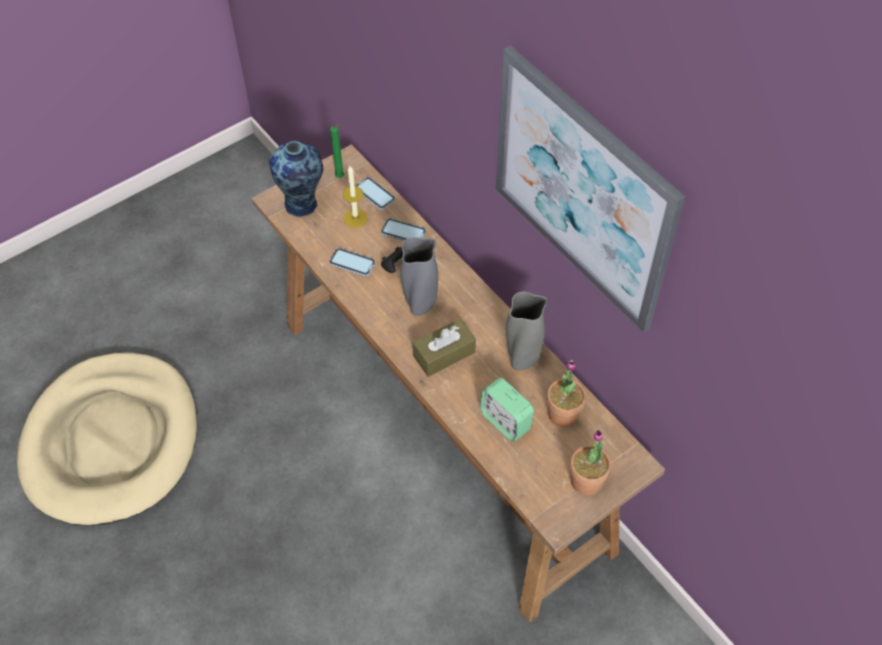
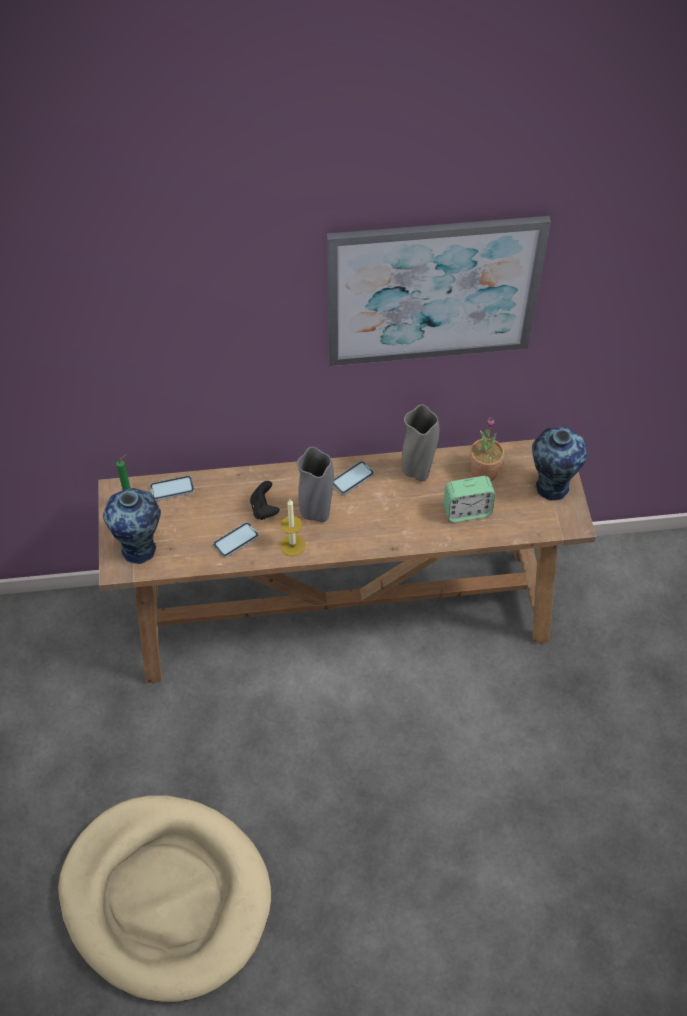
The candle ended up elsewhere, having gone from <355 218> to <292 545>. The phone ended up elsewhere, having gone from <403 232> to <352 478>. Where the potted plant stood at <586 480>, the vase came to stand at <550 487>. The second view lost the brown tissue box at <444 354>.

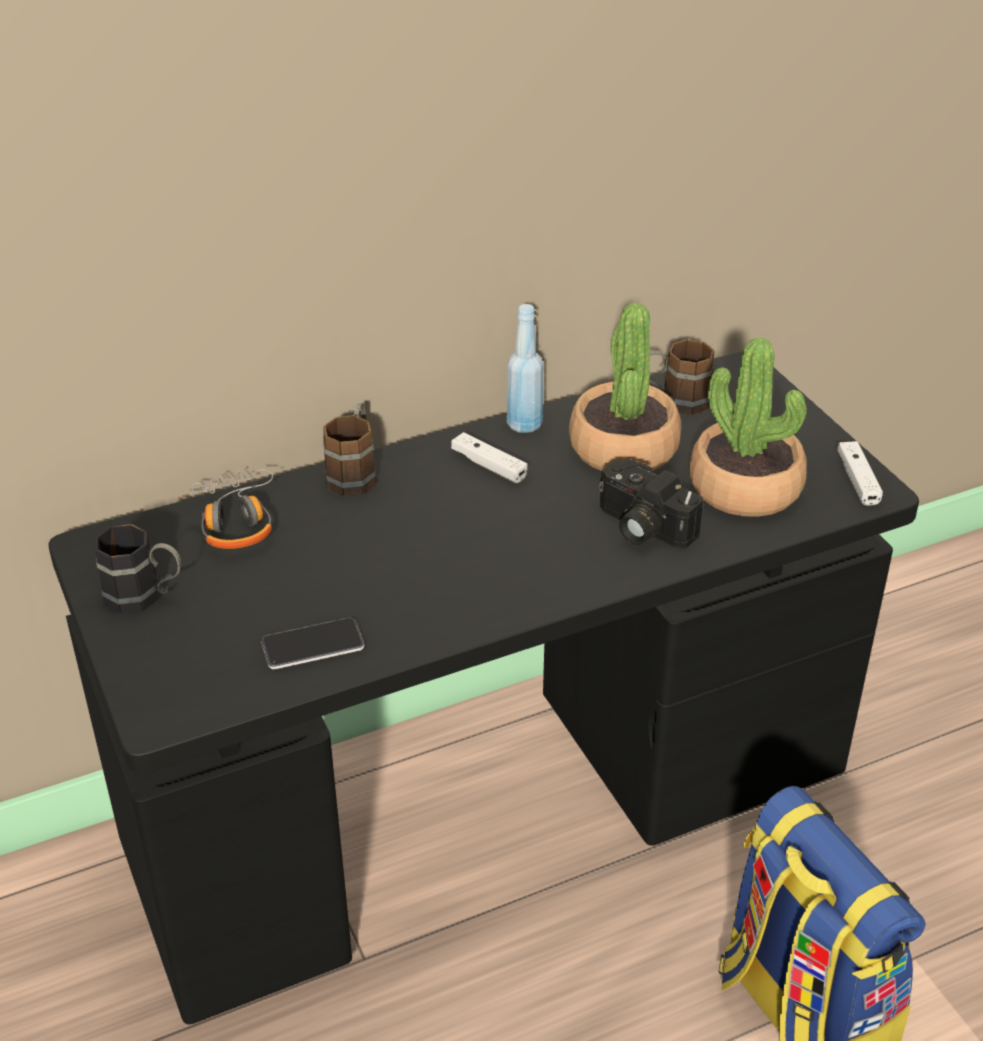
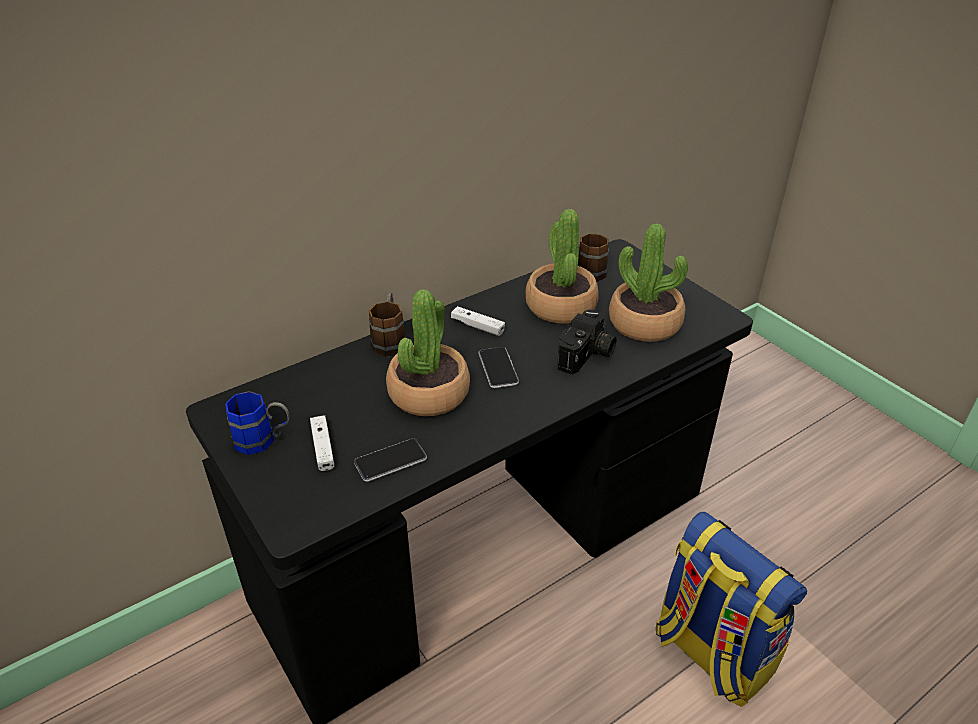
What was the black mug at <145 596> turned into the blue mug at <264 440>. The white game controller ended up elsewhere, having gone from <857 480> to <323 448>. The second view gained the potted plant at <428 393>. The second view gained the phone at <498 368>. The photo camera at <640 527> ended up facing another way, 90 degrees counterclockwise from before. The second view lost the headphones at <234 520>. The second view lost the blue bottle at <524 424>.

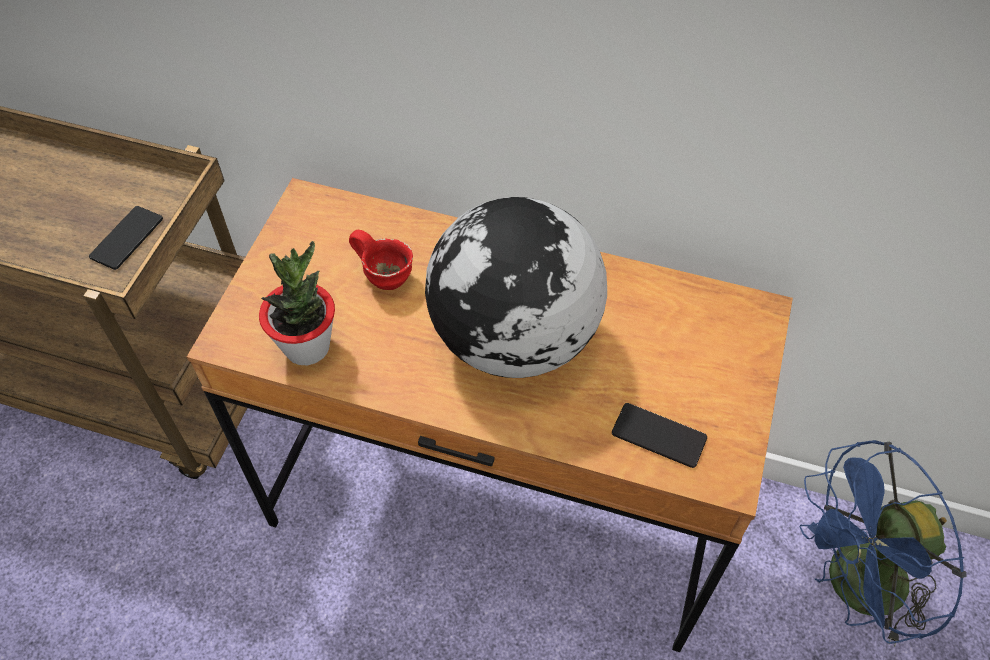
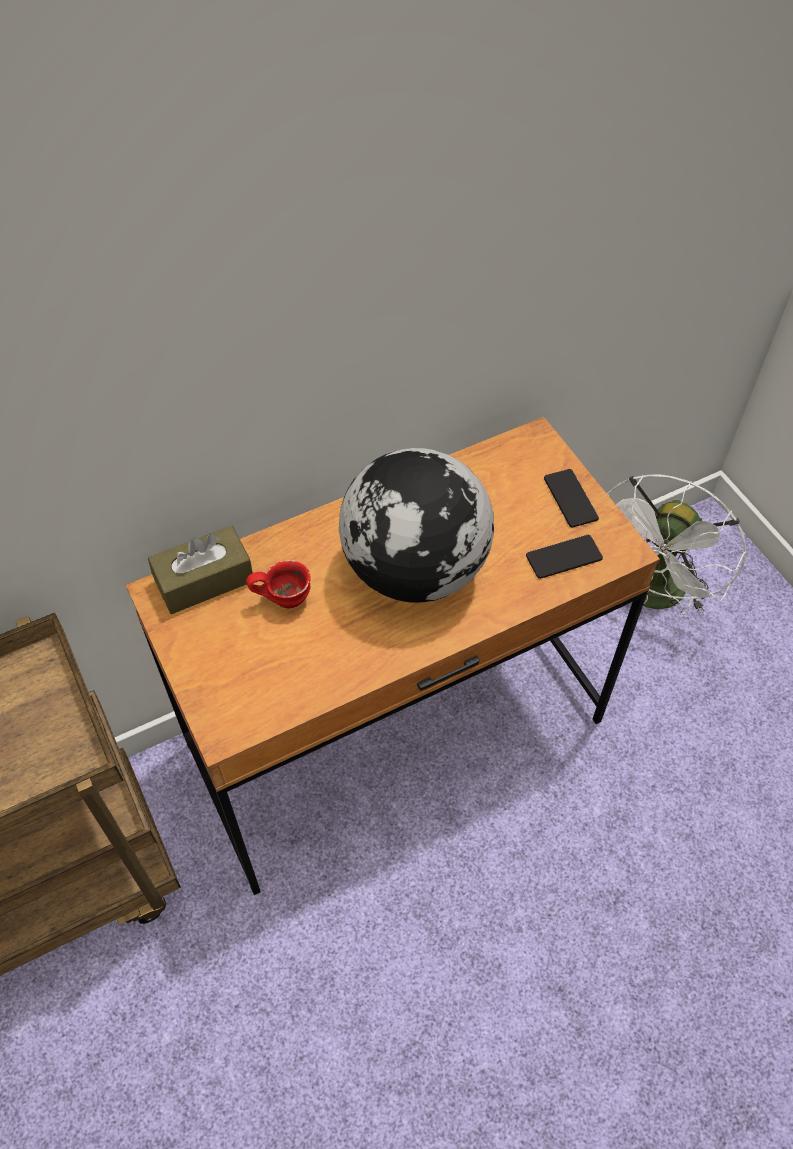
The second view gained the brown tissue box at <204 580>. The phone ended up elsewhere, having gone from <127 238> to <570 498>. What was the blue fan at <852 587> turned into the white fan at <651 596>. The second view lost the potted plant at <307 346>.

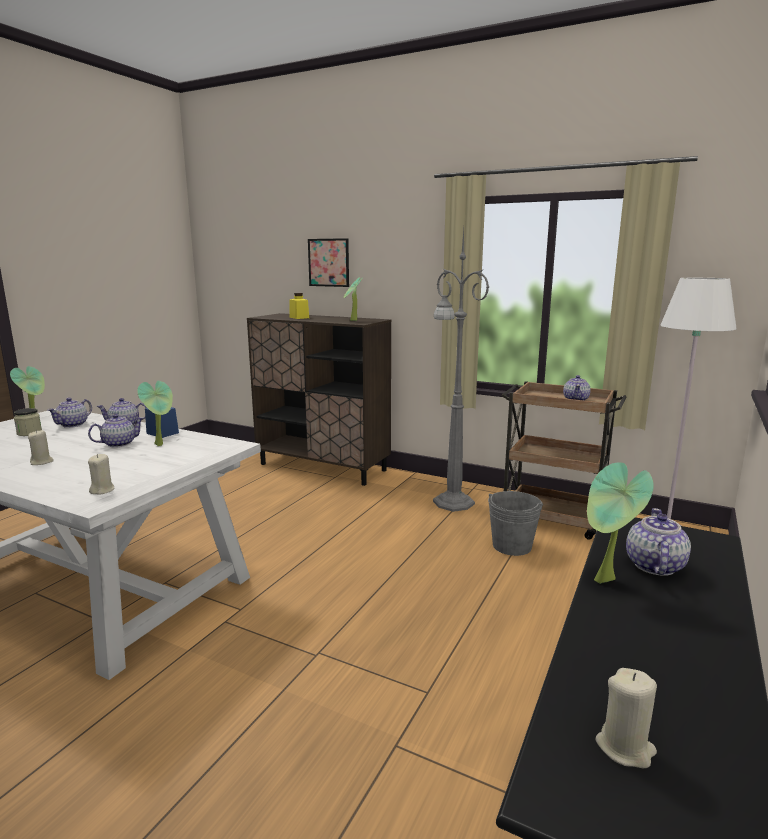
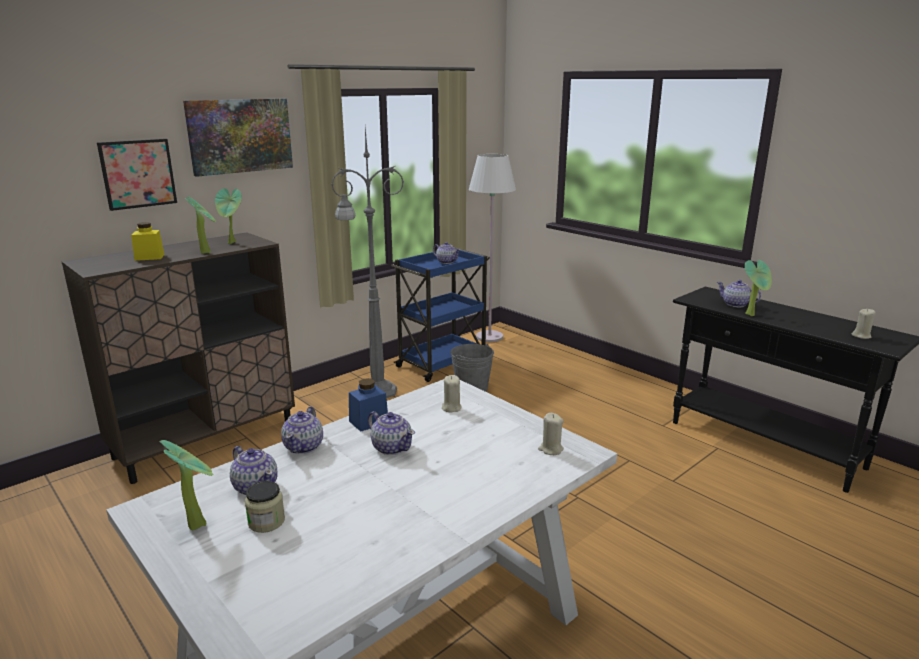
The second view gained the picture at <240 136>. The potted plant ended up elsewhere, having gone from <161 444> to <207 252>. The teapot at <118 444> ended up facing another way, 150 degrees clockwise from before. What was the brown cart at <552 519> turned into the blue cart at <442 363>. The beige candle ended up elsewhere, having gone from <42 462> to <451 408>.

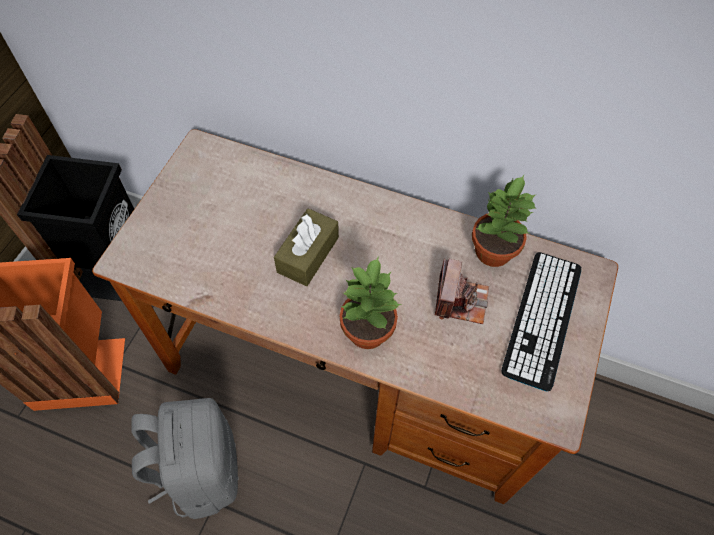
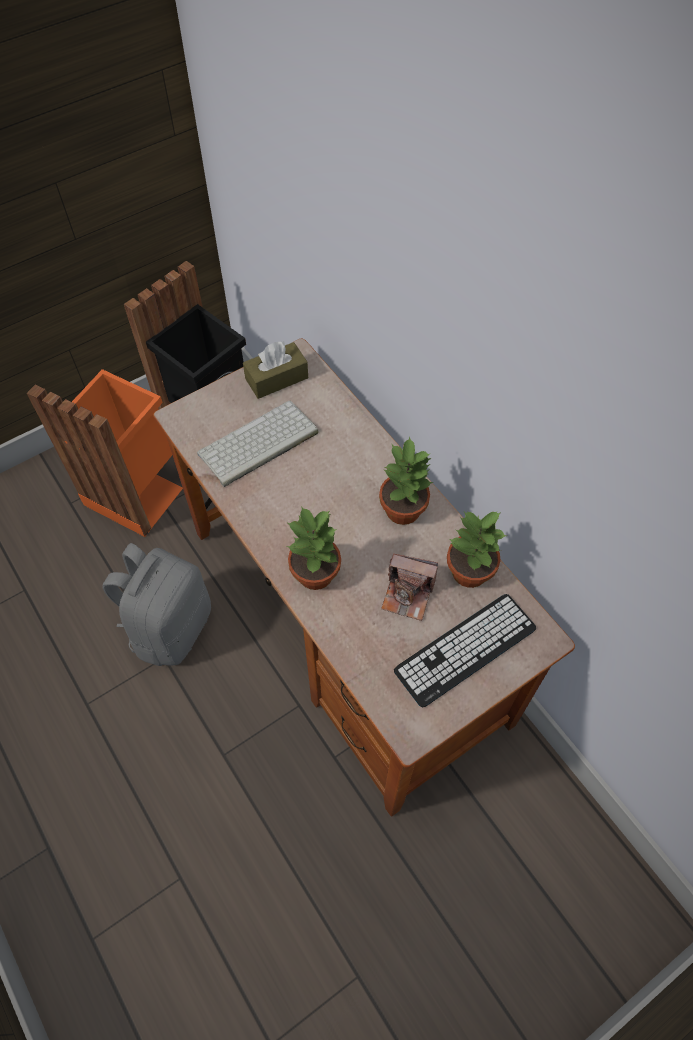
The second view gained the keyboard at <258 445>. The brown tissue box ended up elsewhere, having gone from <308 254> to <276 378>. The second view gained the potted plant at <404 509>. The photo camera at <460 300> ended up facing another way, 60 degrees clockwise from before.

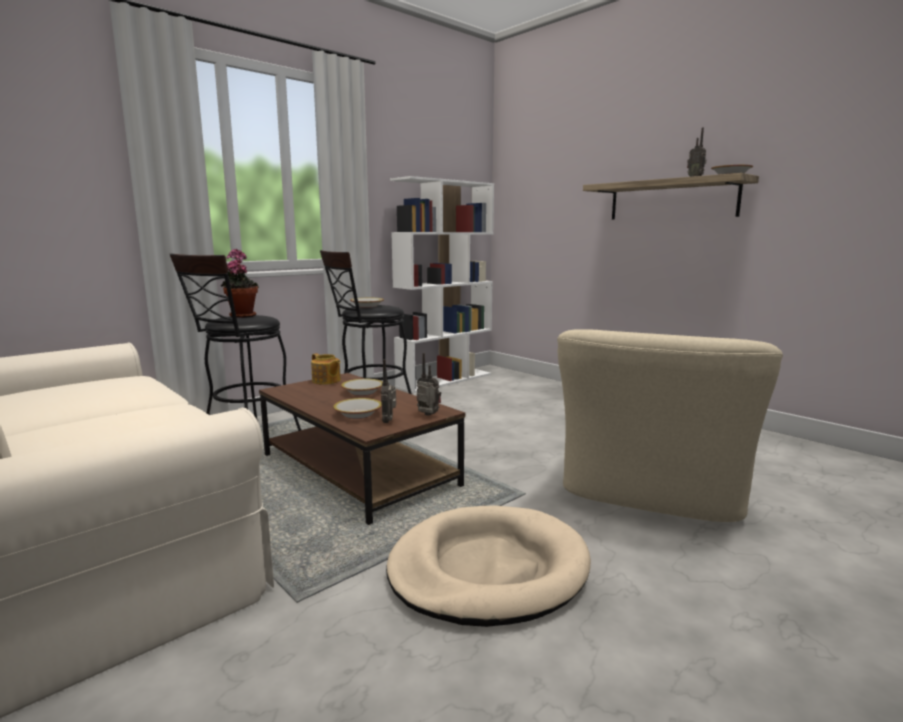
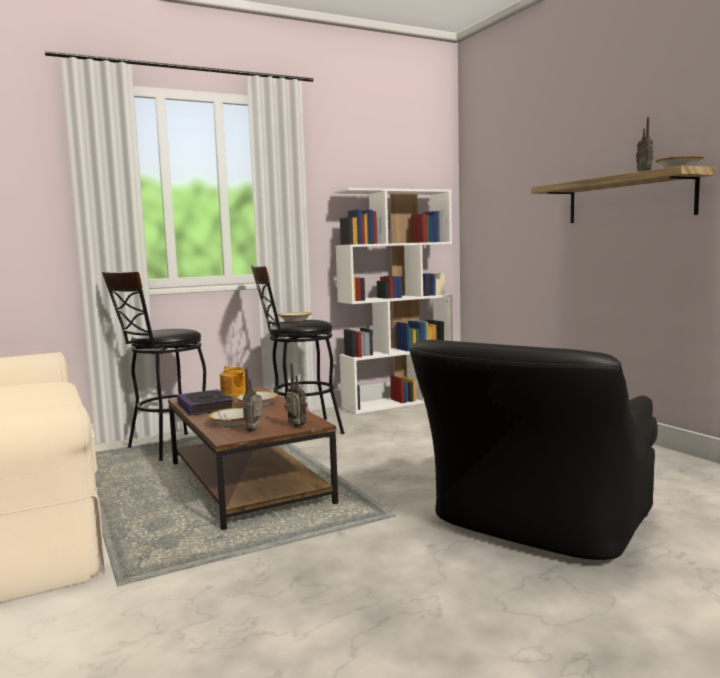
The second view gained the book at <205 407>. What was the beige armchair at <650 492> turned into the black armchair at <535 524>. The second view lost the potted plant at <241 316>. The second view lost the beige dog bed at <487 569>.

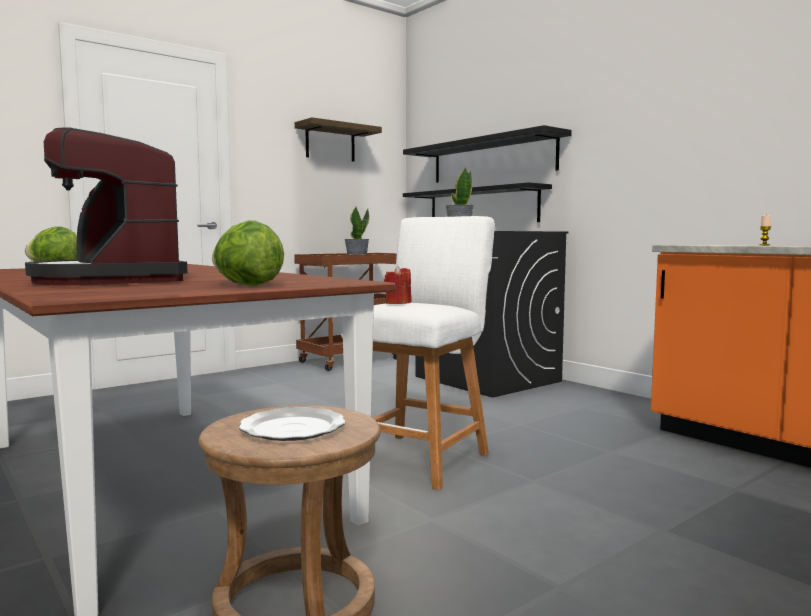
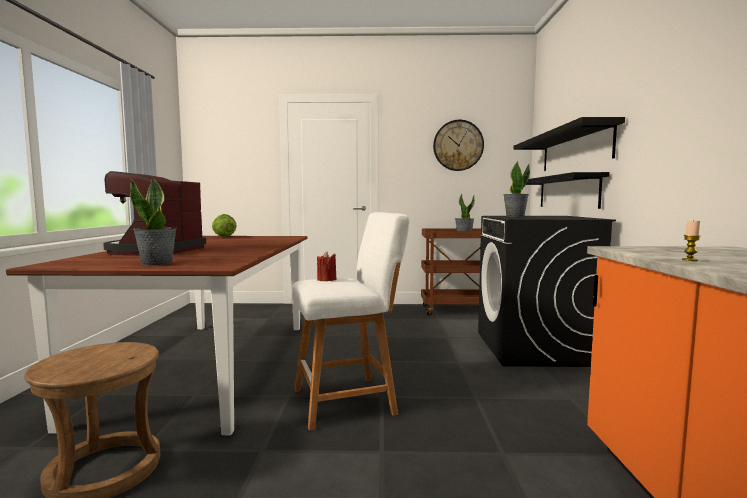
Where the lettuce stood at <247 285>, the potted plant came to stand at <157 263>. Where the shelf hung at <330 143>, the wall clock came to hang at <458 145>. The second view lost the plate at <292 428>.

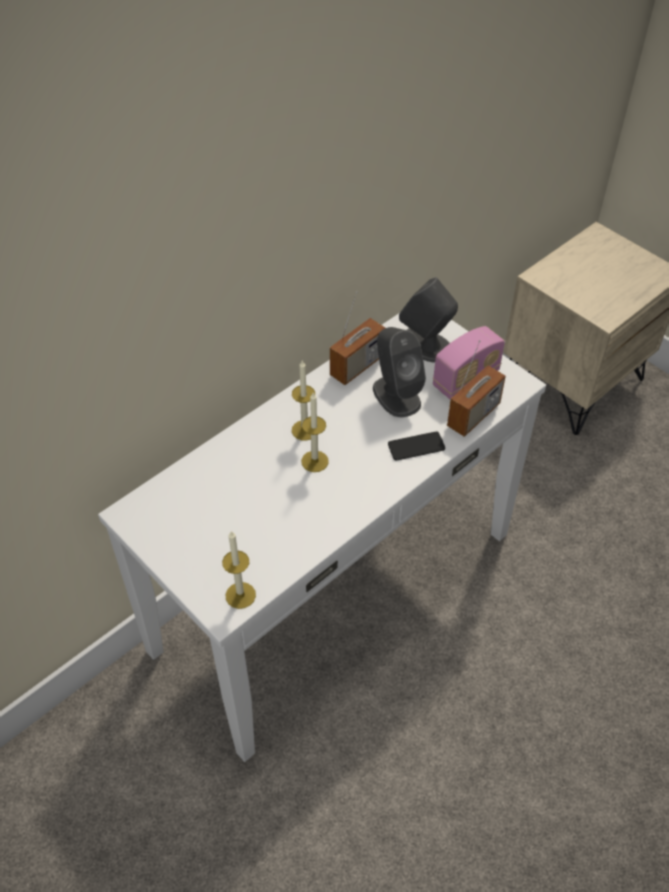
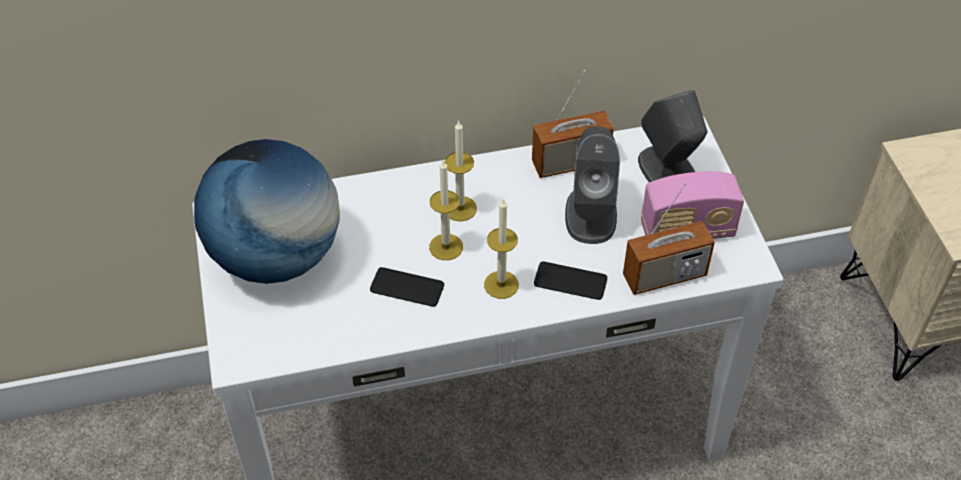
The second view gained the globe at <276 256>. The second view gained the phone at <407 287>. The candle ended up elsewhere, having gone from <240 595> to <501 284>.

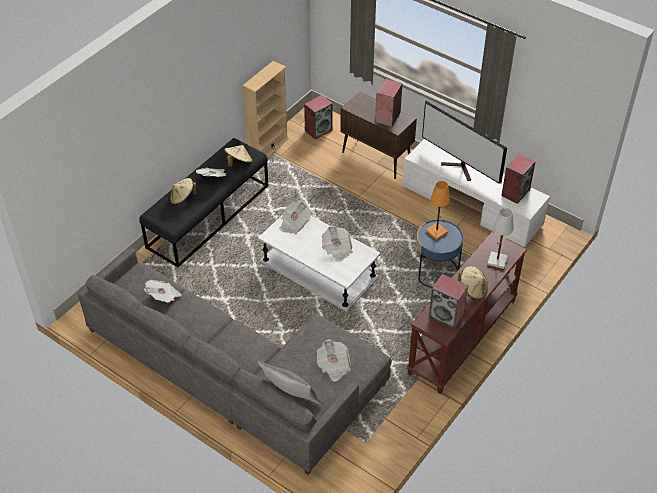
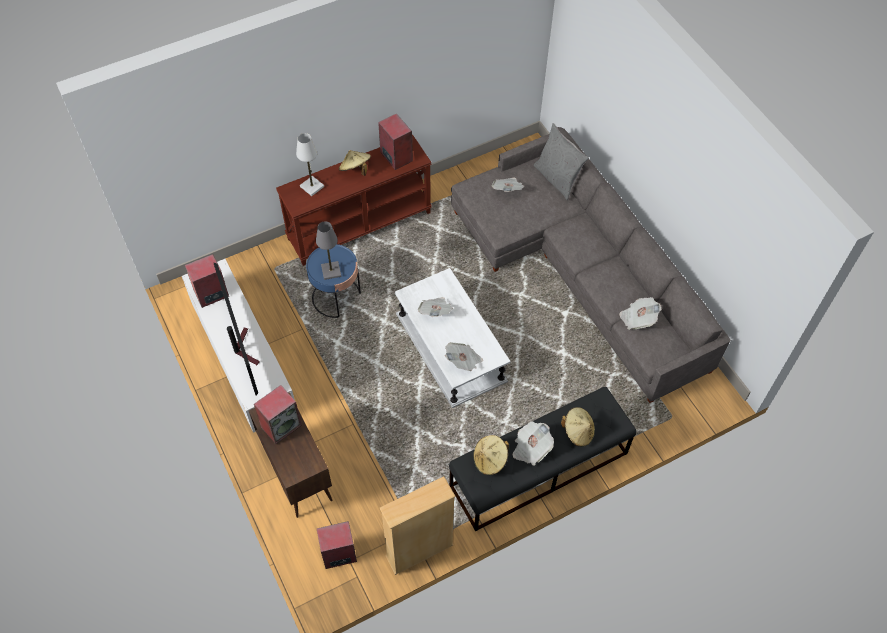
What was the orange table lamp at <436 232> turned into the grey table lamp at <331 271>.

